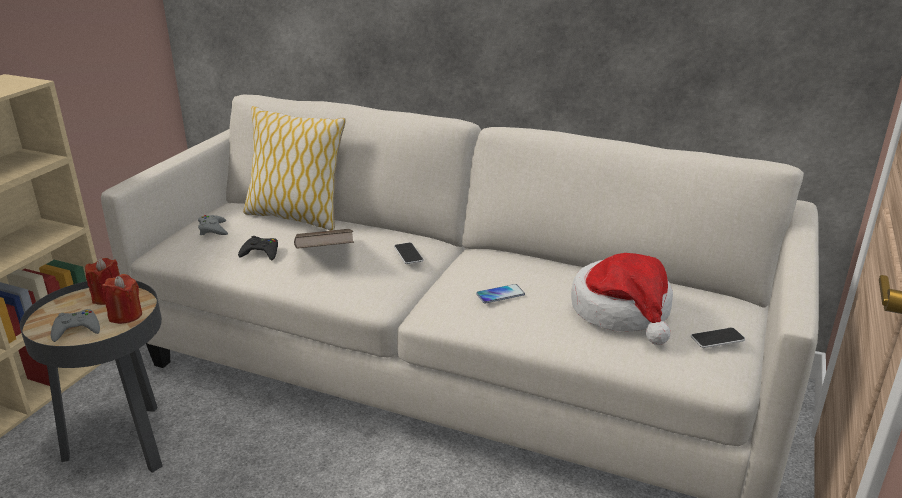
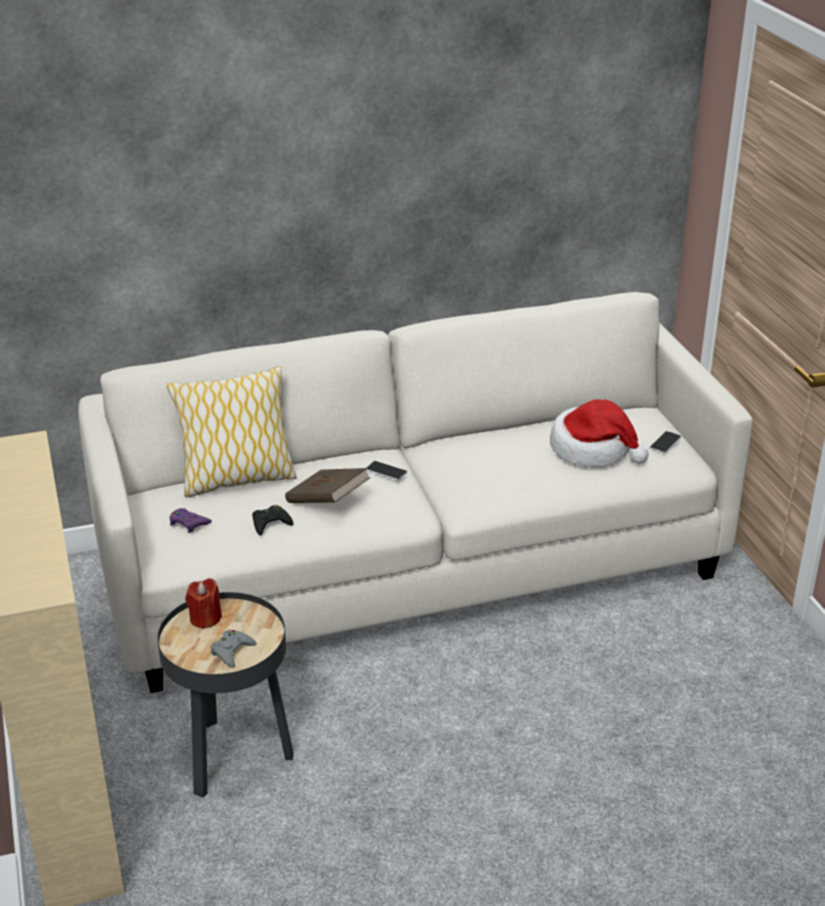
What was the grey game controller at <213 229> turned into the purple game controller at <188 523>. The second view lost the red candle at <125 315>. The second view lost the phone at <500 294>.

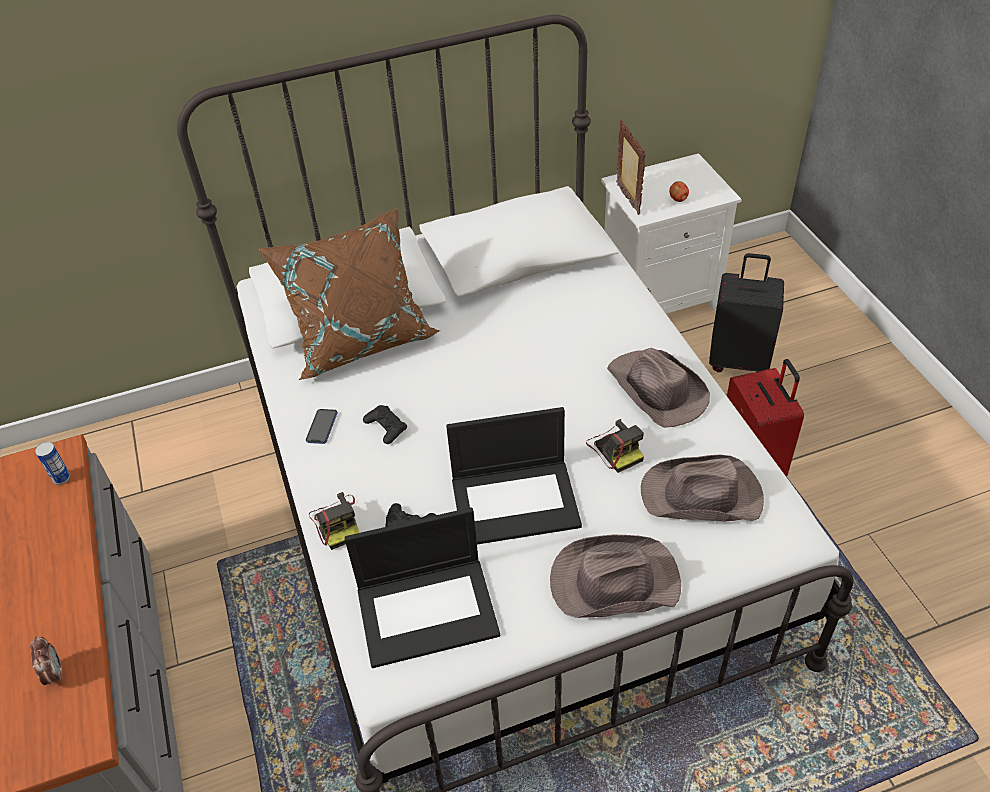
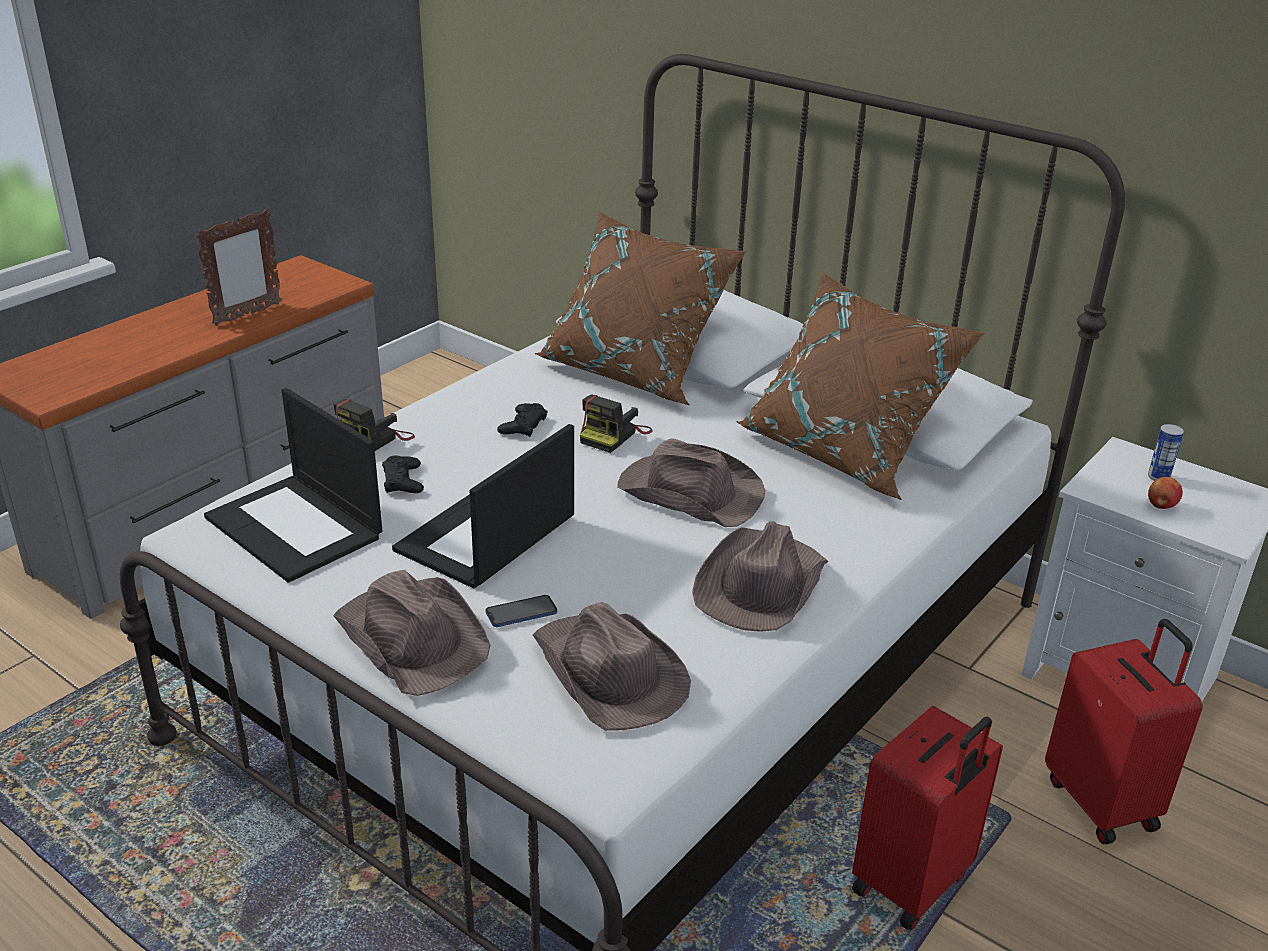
The picture frame ended up elsewhere, having gone from <627 200> to <247 315>. The laptop at <516 501> ended up facing another way, 75 degrees clockwise from before. The phone ended up elsewhere, having gone from <322 427> to <521 613>. The photo camera ended up elsewhere, having gone from <615 448> to <614 435>. The second view gained the brown hat at <689 492>. The second view gained the brown pillow at <845 451>. What was the black suitcase at <739 361> turned into the red suitcase at <1103 802>. The can ended up elsewhere, having gone from <61 478> to <1158 477>. The second view lost the alarm clock at <54 674>.

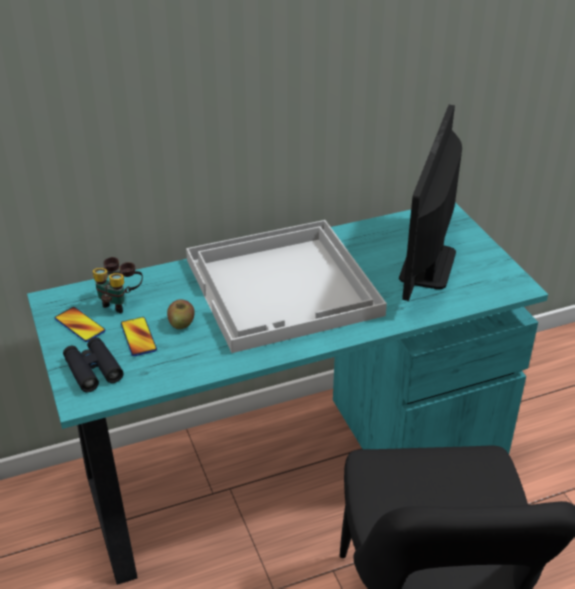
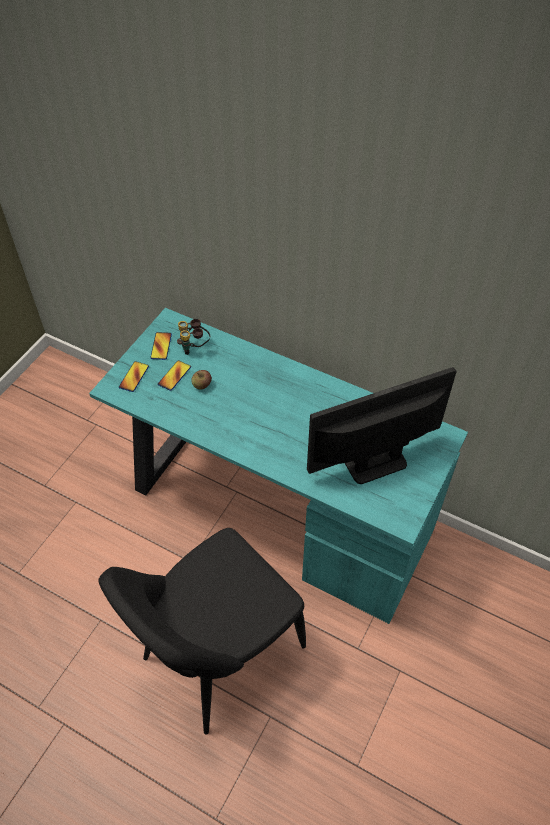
Where the black binoculars stood at <93 370>, the phone came to stand at <134 377>. The second view lost the white tray at <284 287>.

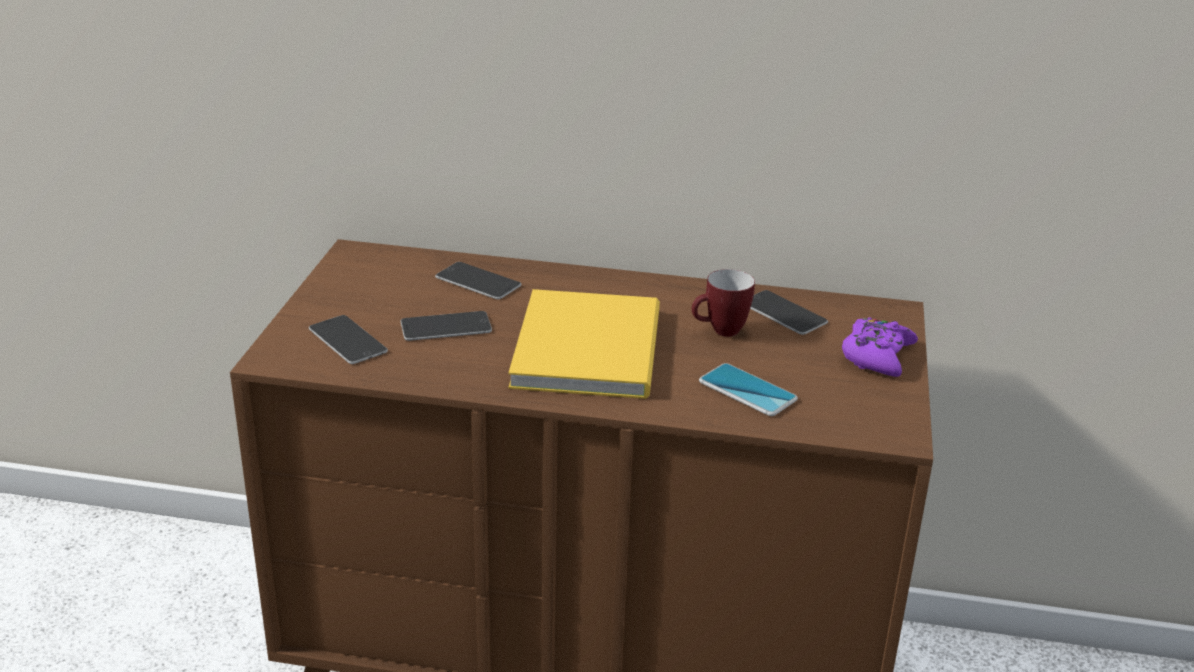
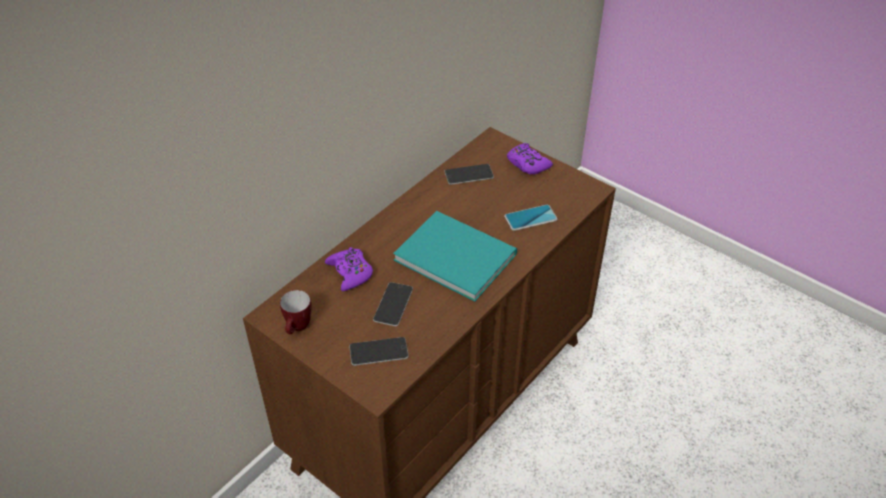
The mug ended up elsewhere, having gone from <720 332> to <298 329>. Where the phone stood at <478 281>, the purple game controller came to stand at <350 273>. What was the yellow book at <592 346> turned into the turquoise book at <454 254>.

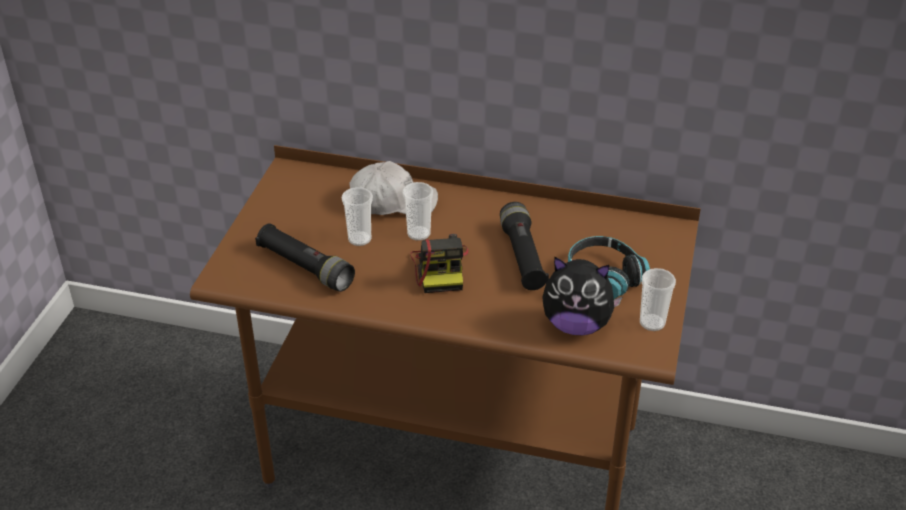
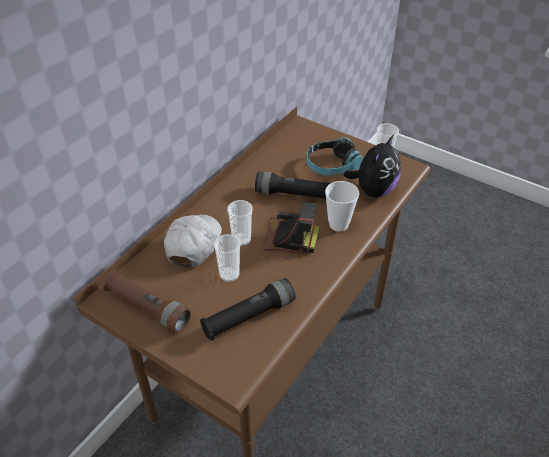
The second view gained the brown flashlight at <147 308>. The second view gained the cup at <338 224>.

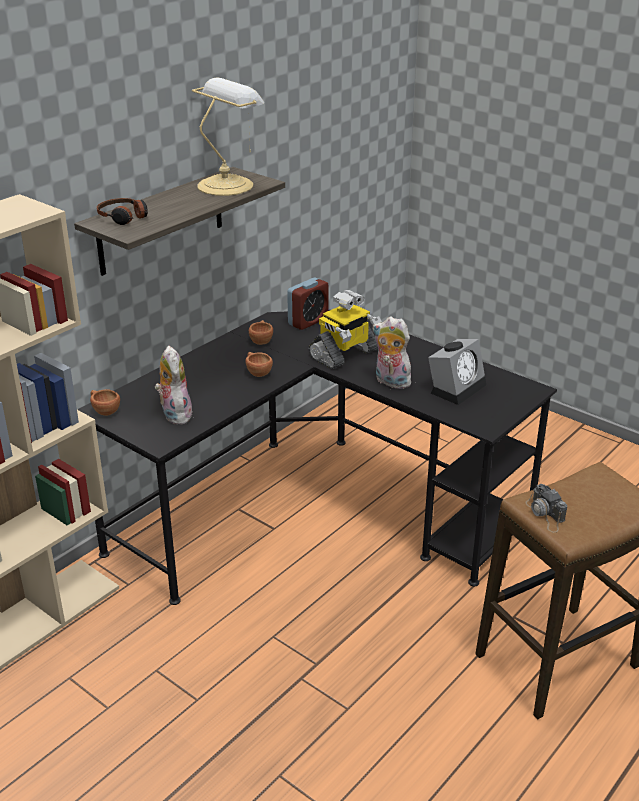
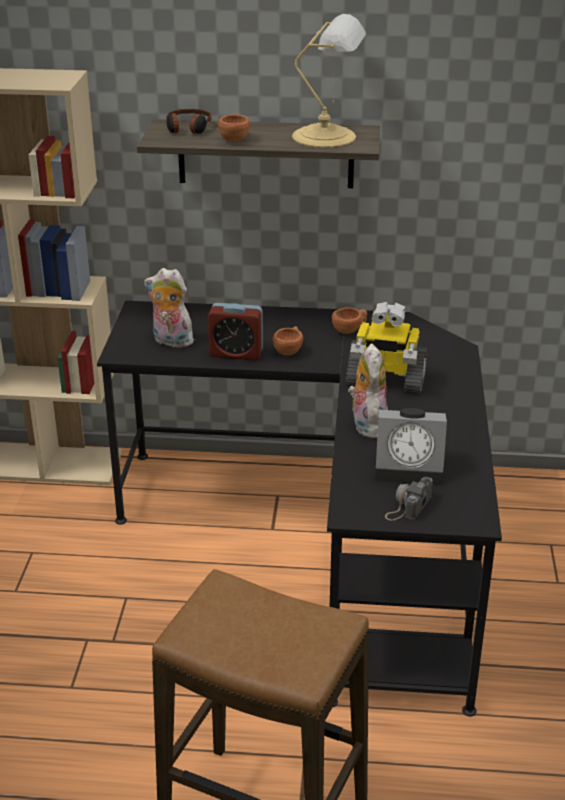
The plush toy at <174 414> ended up facing another way, 105 degrees counterclockwise from before. The alarm clock ended up elsewhere, having gone from <308 321> to <236 353>. The brown cup ended up elsewhere, having gone from <104 411> to <235 139>. The photo camera ended up elsewhere, having gone from <545 514> to <408 506>.

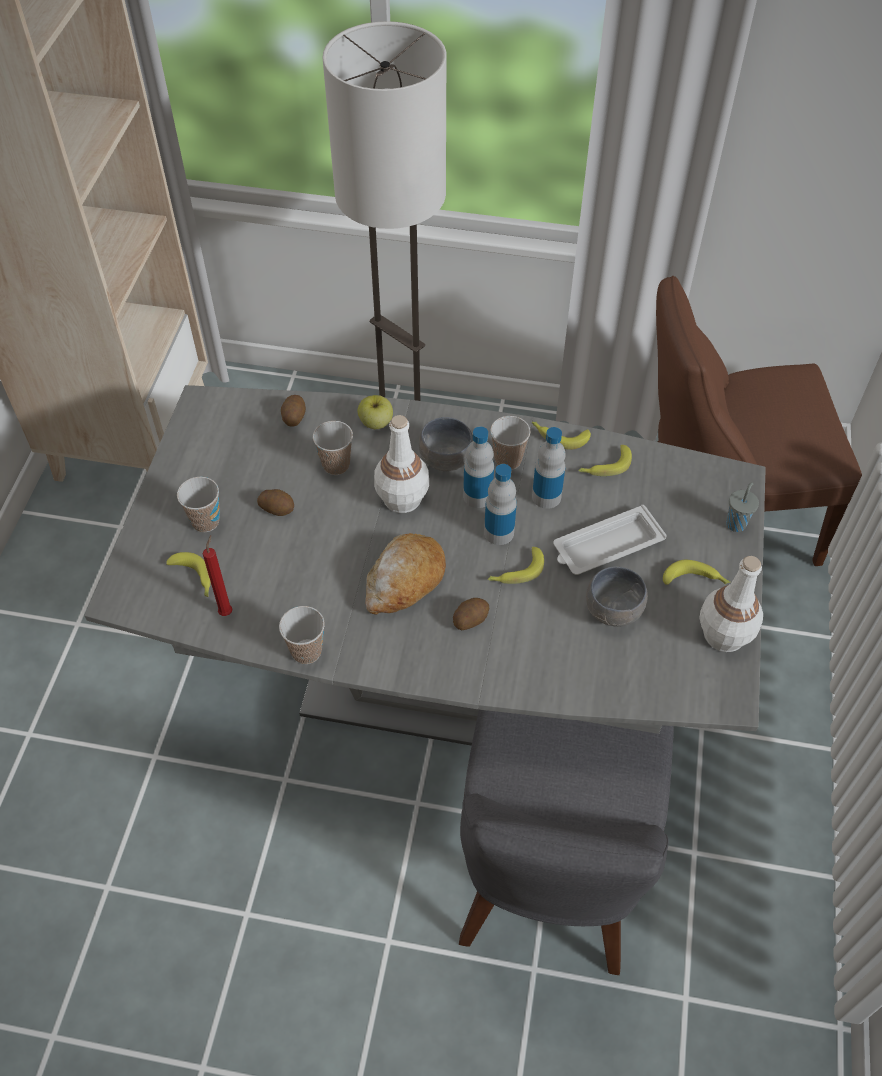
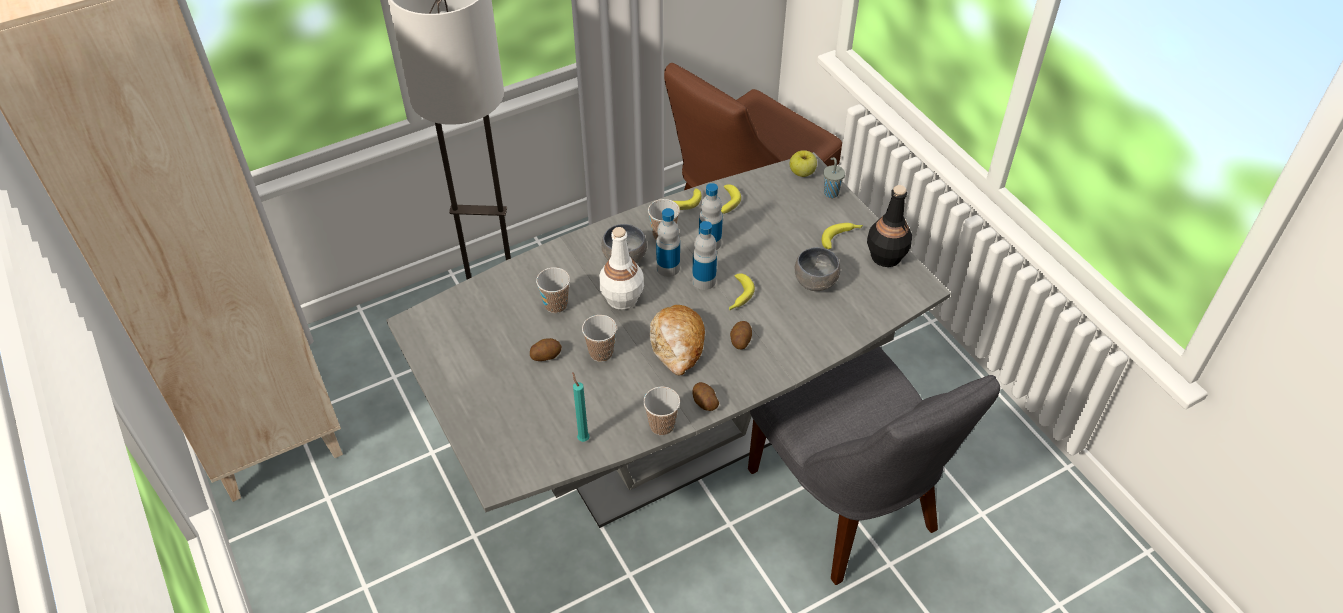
What was the red candle at <227 611> turned into the turquoise candle at <582 438>. The cup ended up elsewhere, having gone from <205 521> to <601 353>. The potato ended up elsewhere, having gone from <293 417> to <704 402>. The apple ended up elsewhere, having gone from <376 423> to <802 173>. What was the white bottle at <723 635> turned into the black bottle at <886 257>. The second view lost the banana at <194 579>. The second view lost the white tray at <606 546>.

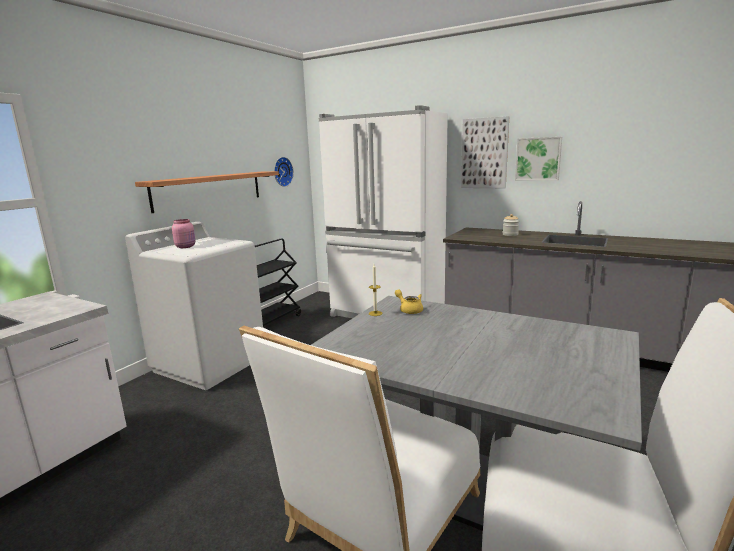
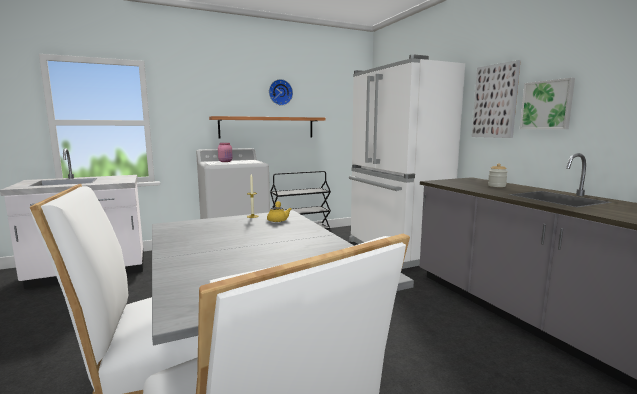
The wall clock ended up elsewhere, having gone from <282 171> to <280 92>.

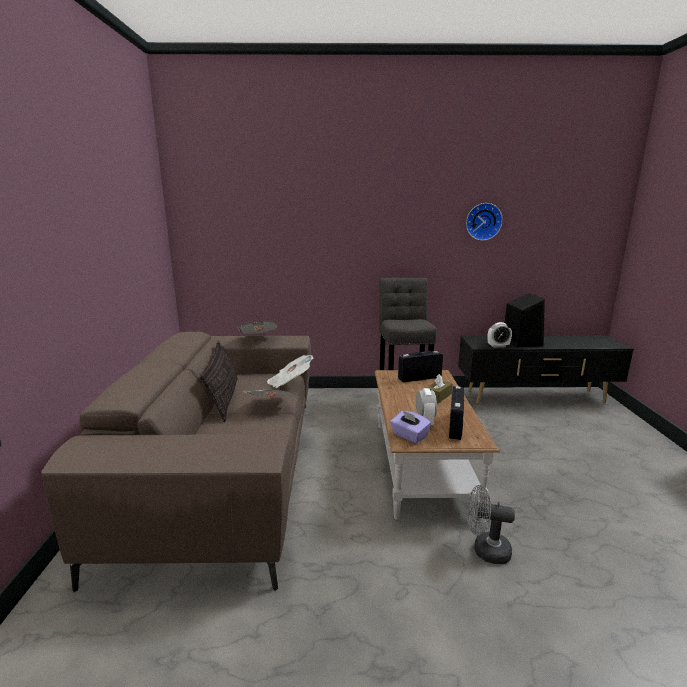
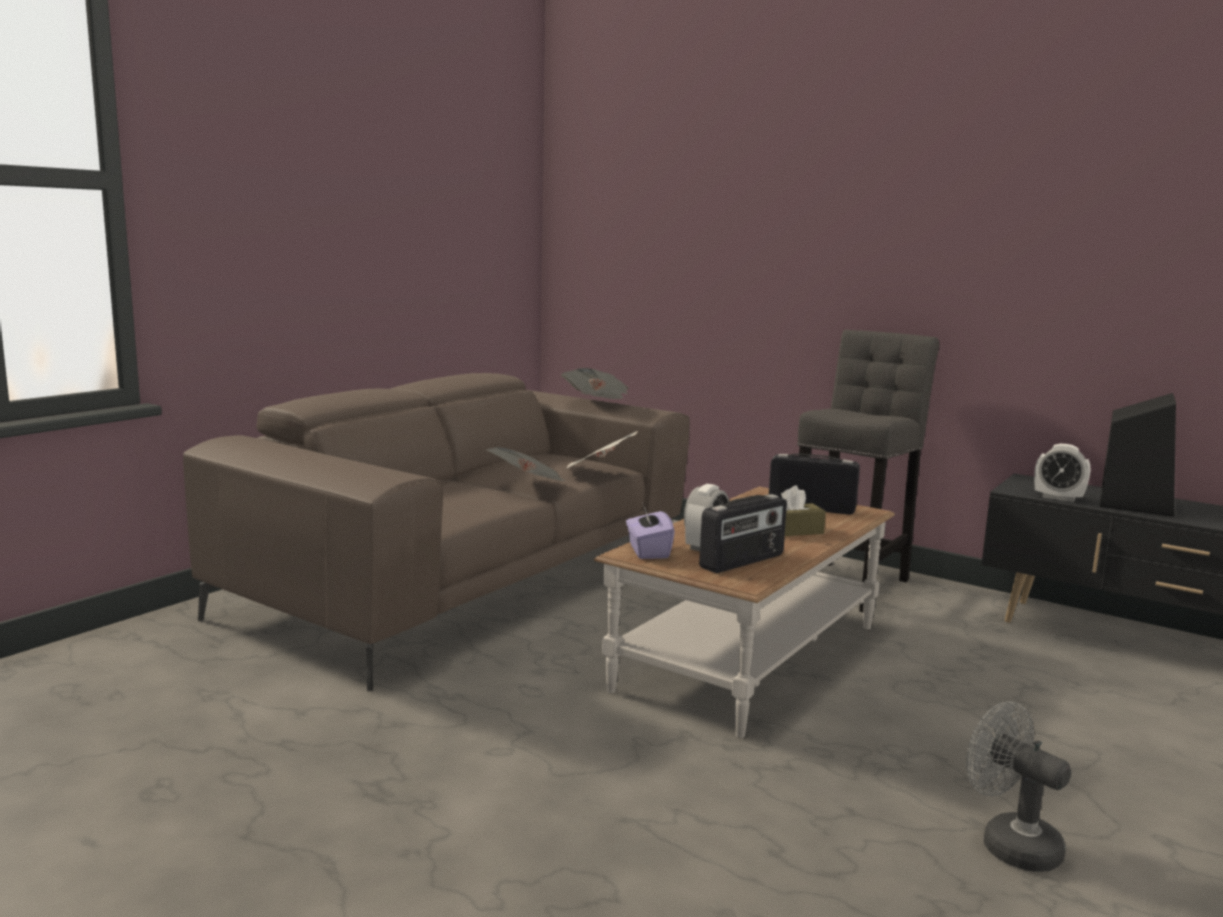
The grey fan ended up elsewhere, having gone from <485 550> to <1009 843>. The second view lost the pillow at <224 399>. The second view lost the wall clock at <483 221>.

